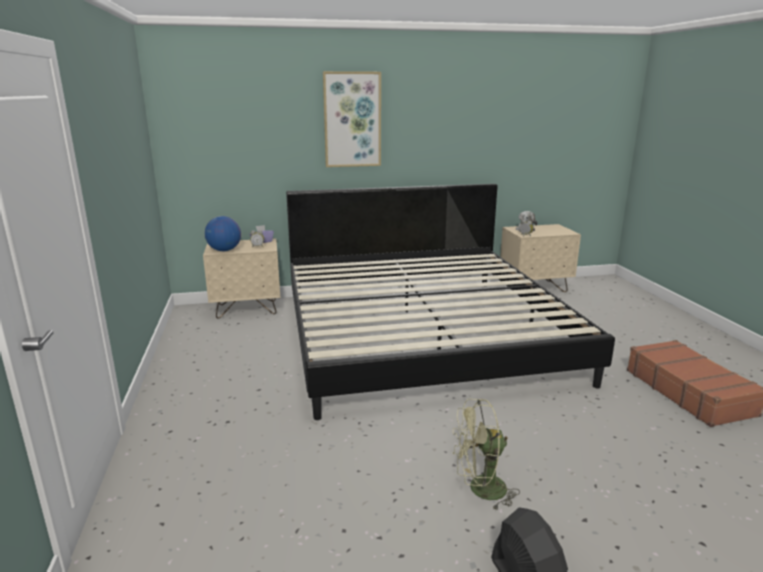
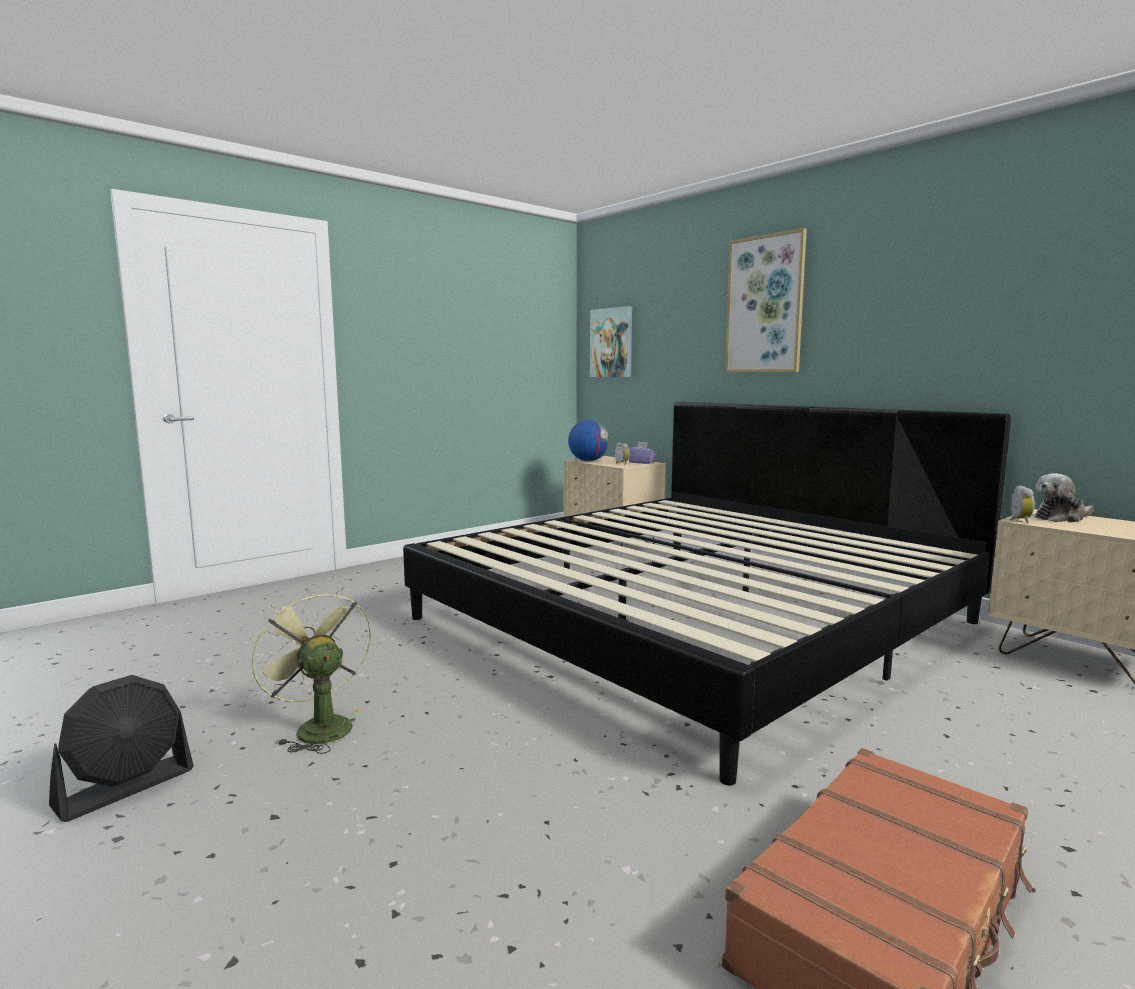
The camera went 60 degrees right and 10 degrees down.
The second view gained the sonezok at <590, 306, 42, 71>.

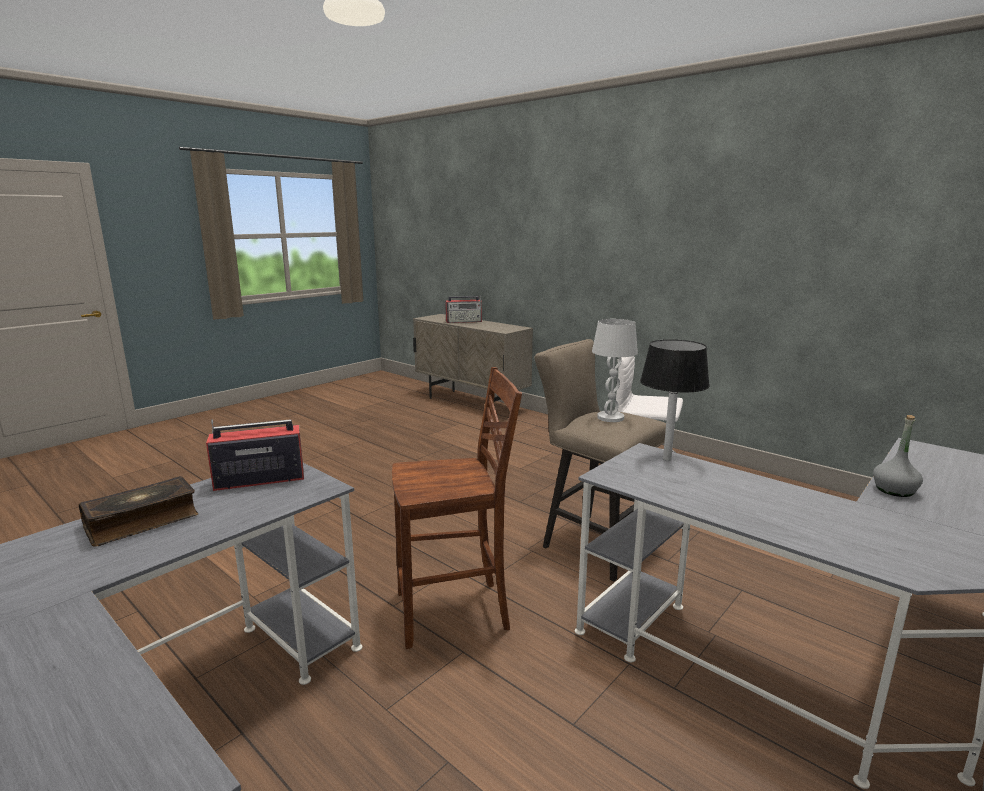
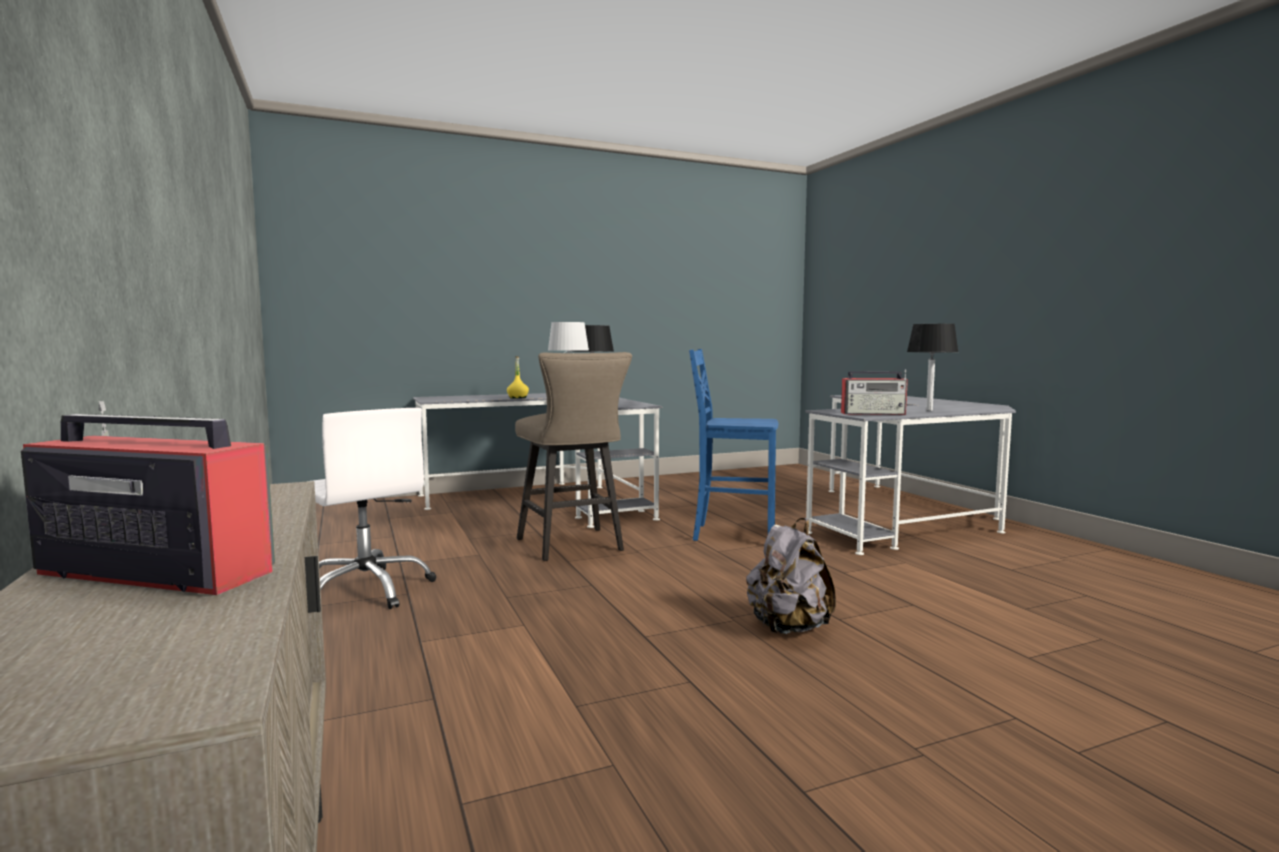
The camera went 155 degrees left and 10 degrees down.
What was the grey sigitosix at <873, 415, 50, 82> turned into the yellow sigitosix at <507, 356, 22, 43>.
What was the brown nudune at <392, 367, 130, 282> turned into the blue nudune at <689, 349, 89, 192>.
The second view gained the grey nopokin at <746, 518, 90, 116>.
Where the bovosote stood at <79, 476, 120, 71>, the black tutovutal came to stand at <907, 324, 51, 87>.

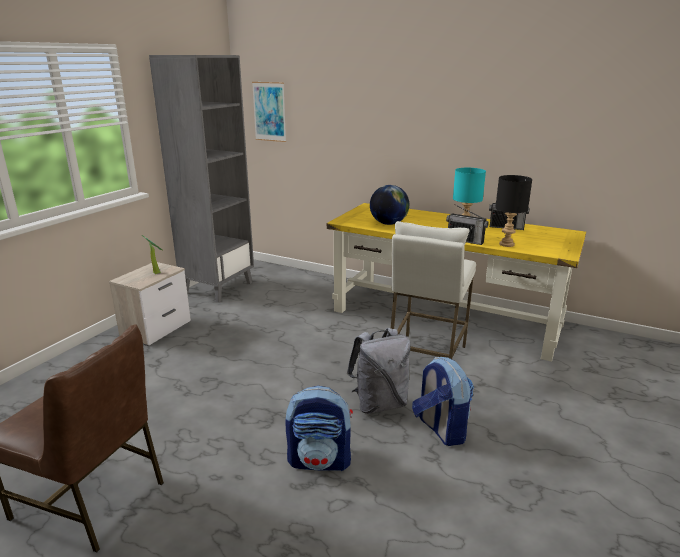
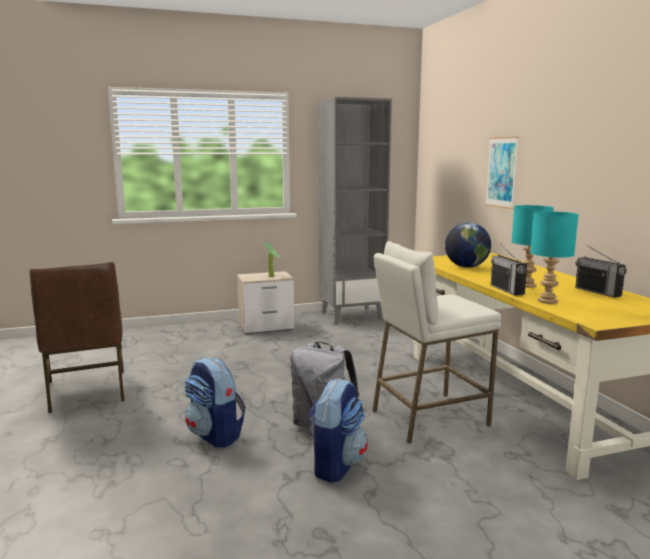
The camera went 45 degrees right and 10 degrees down.
The sonezok ended up elsewhere, having gone from <252, 82, 34, 60> to <485, 137, 34, 72>.
What was the black tutovutal at <495, 175, 37, 72> turned into the turquoise tutovutal at <530, 211, 49, 93>.

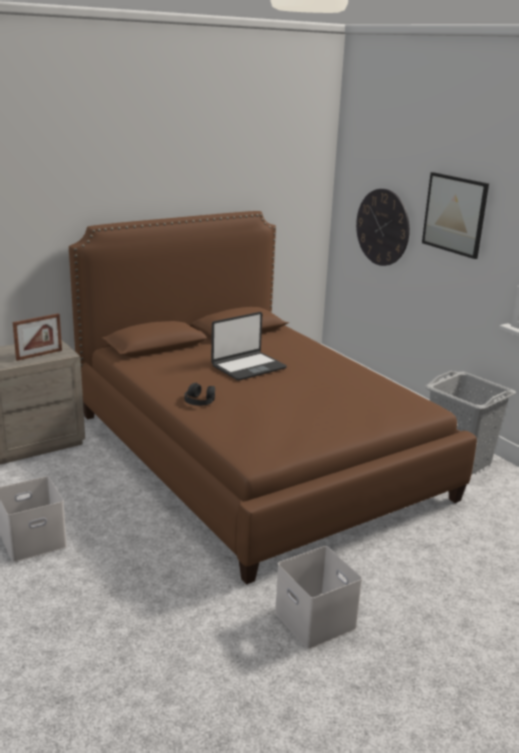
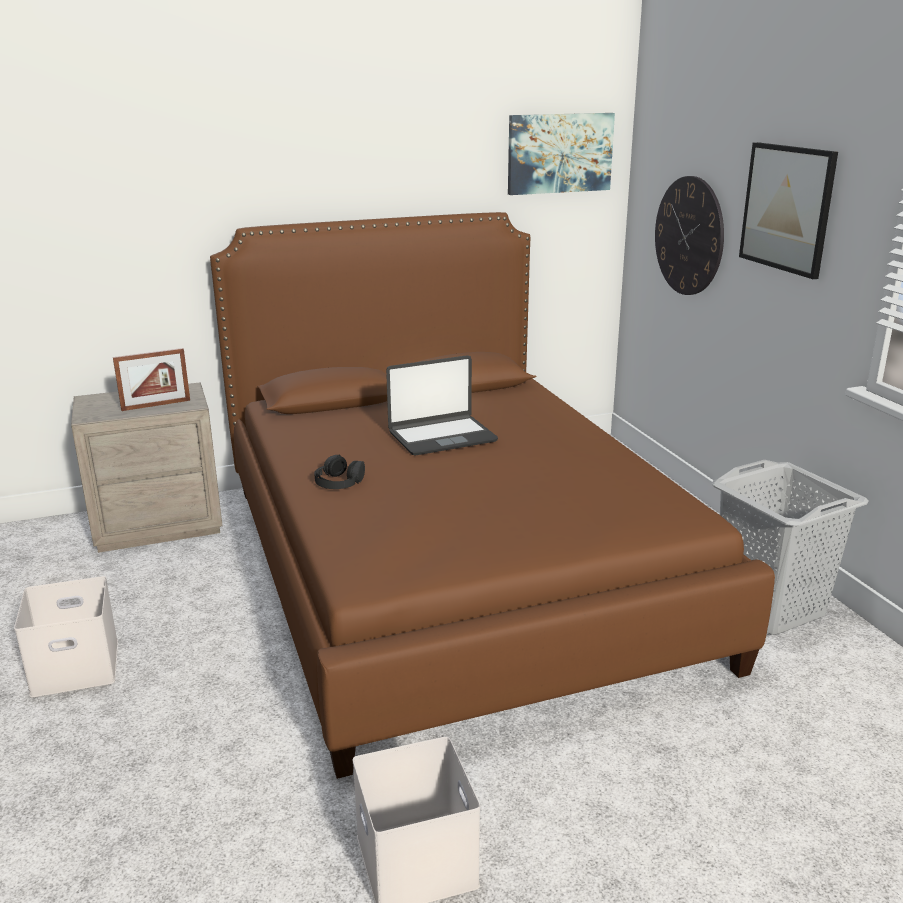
The camera went 15 degrees right and 0 degrees up.
The second view gained the sonezok at <508, 113, 107, 82>.

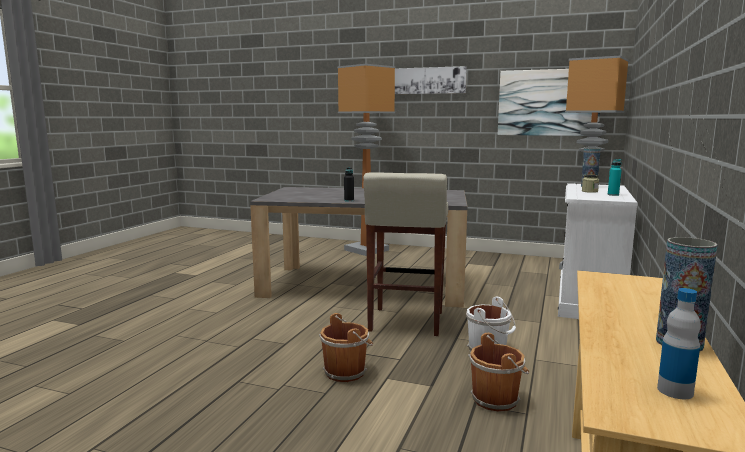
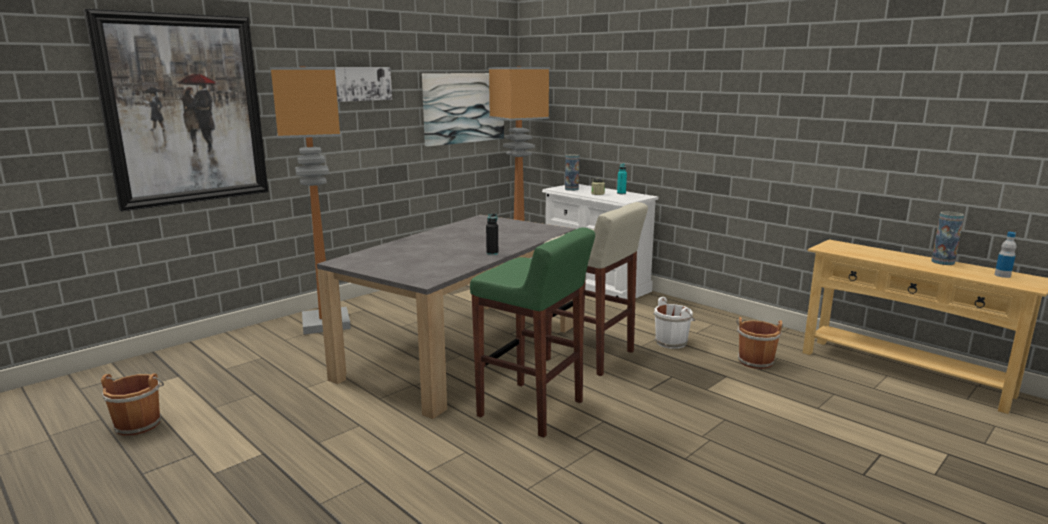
The camera went 65 degrees left and 5 degrees up.
The second view gained the sonezok at <83, 9, 185, 202>.
The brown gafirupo ended up elsewhere, having gone from <319, 313, 54, 69> to <101, 374, 63, 62>.
The second view gained the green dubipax at <470, 227, 125, 210>.

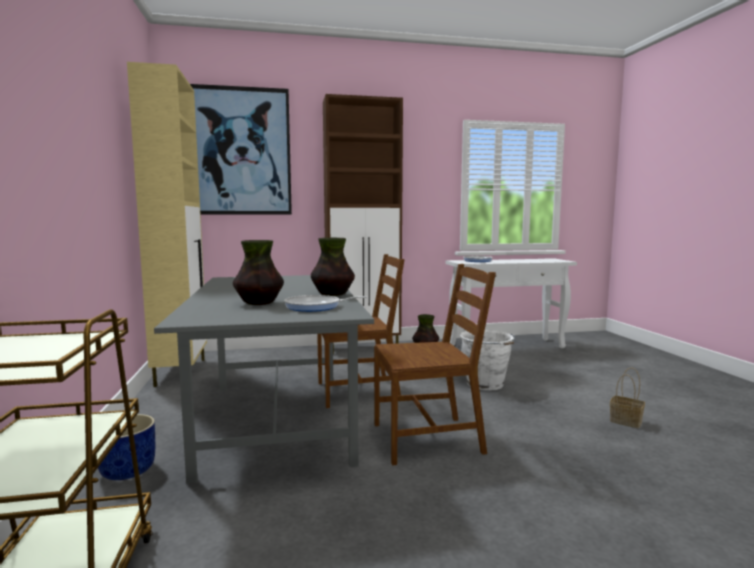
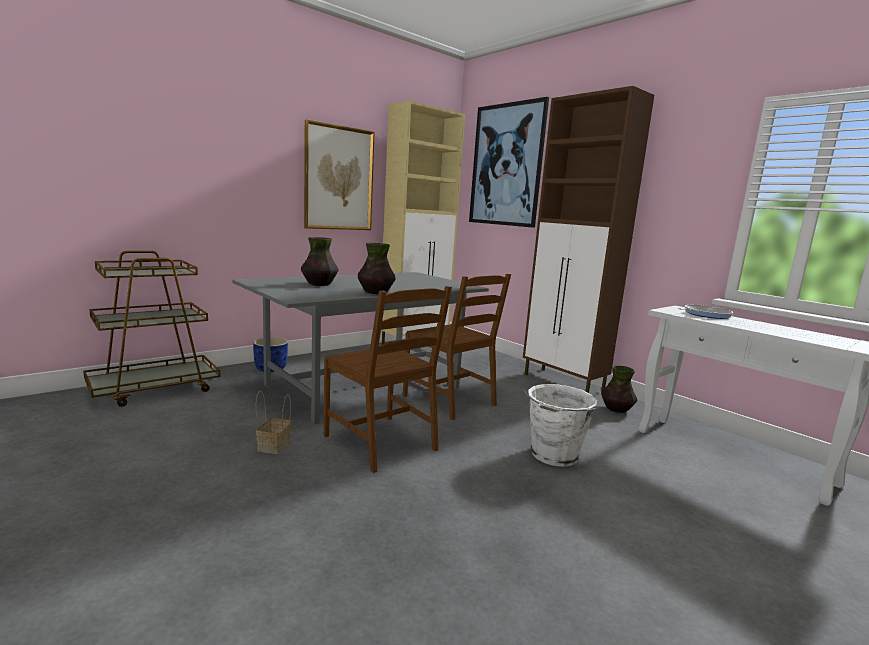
The camera went 60 degrees right and 5 degrees up.
The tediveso ended up elsewhere, having gone from <610, 367, 35, 61> to <256, 391, 36, 63>.
The second view gained the sonezok at <304, 120, 71, 110>.
The second view lost the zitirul at <284, 295, 83, 17>.

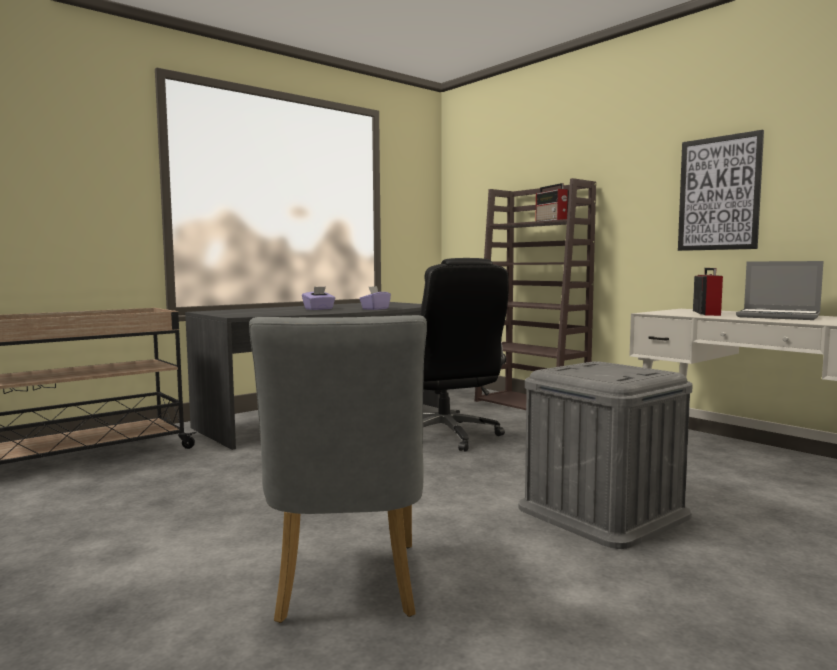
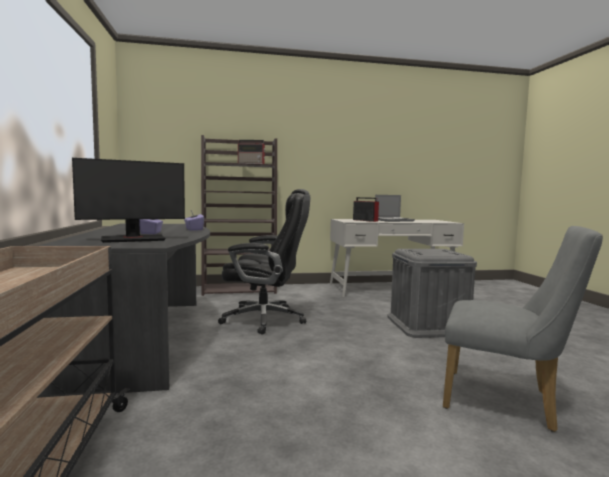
The camera went 60 degrees left and 0 degrees up.
The second view gained the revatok at <72, 158, 113, 85>.
The second view lost the sonezok at <678, 130, 86, 121>.

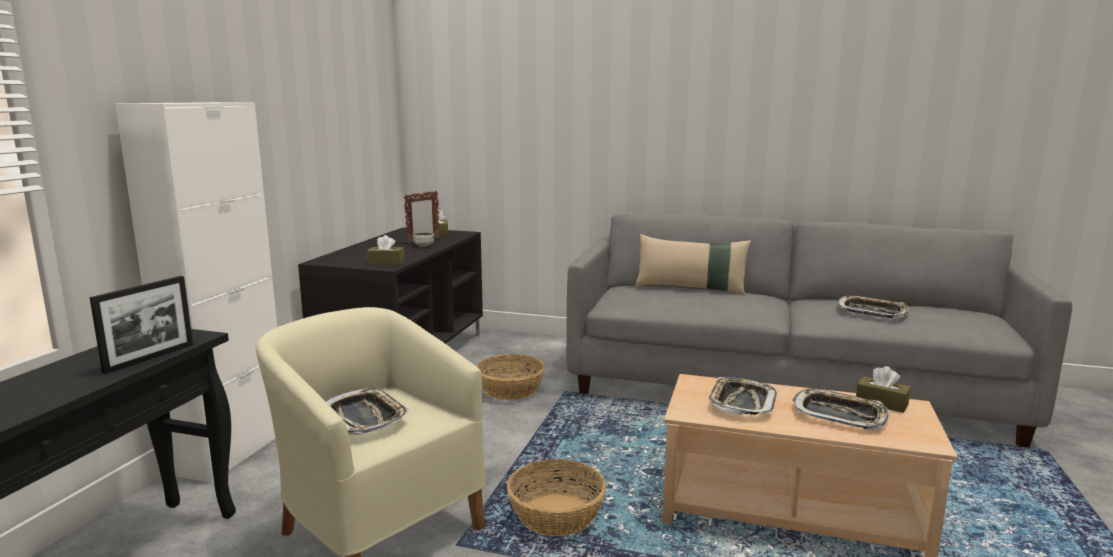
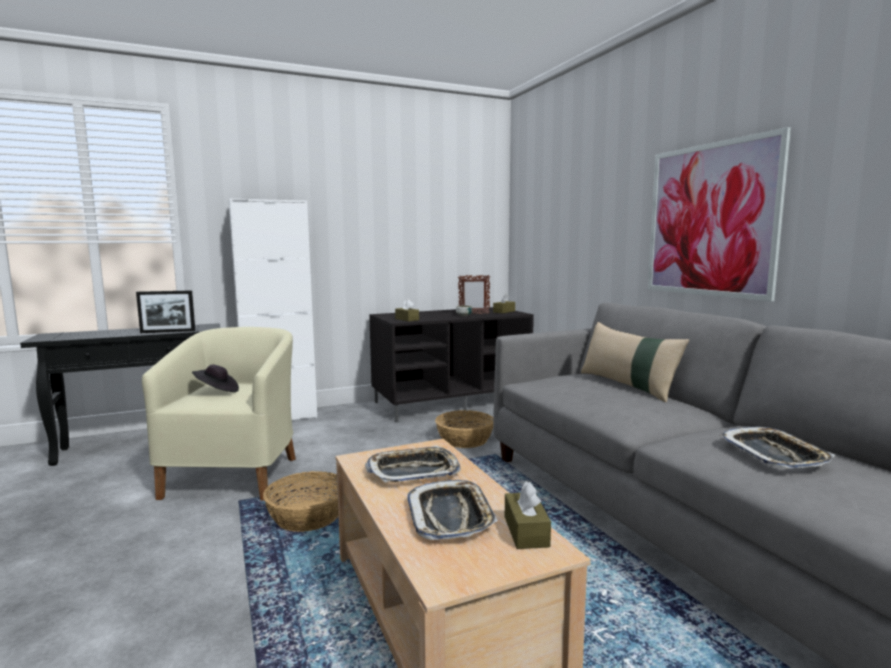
The camera went 50 degrees right and 5 degrees down.
Where the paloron stood at <326, 388, 83, 47>, the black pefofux came to stand at <192, 365, 47, 27>.
The second view gained the sonezok at <648, 127, 143, 174>.

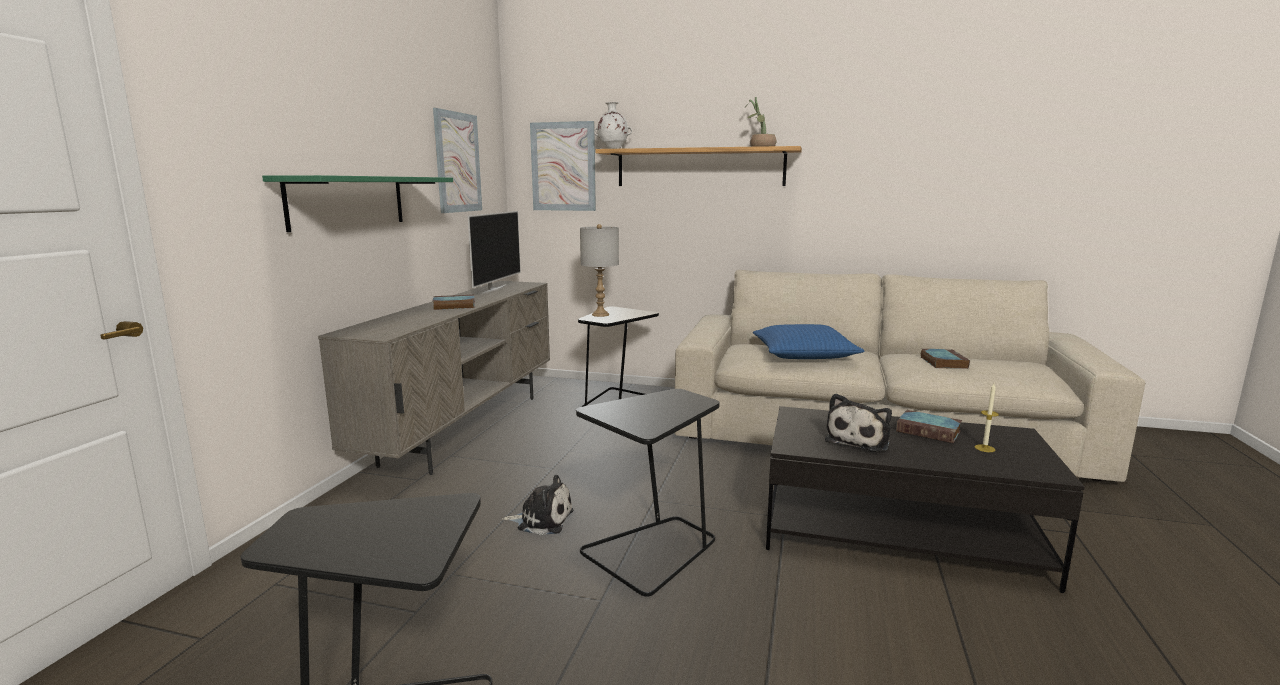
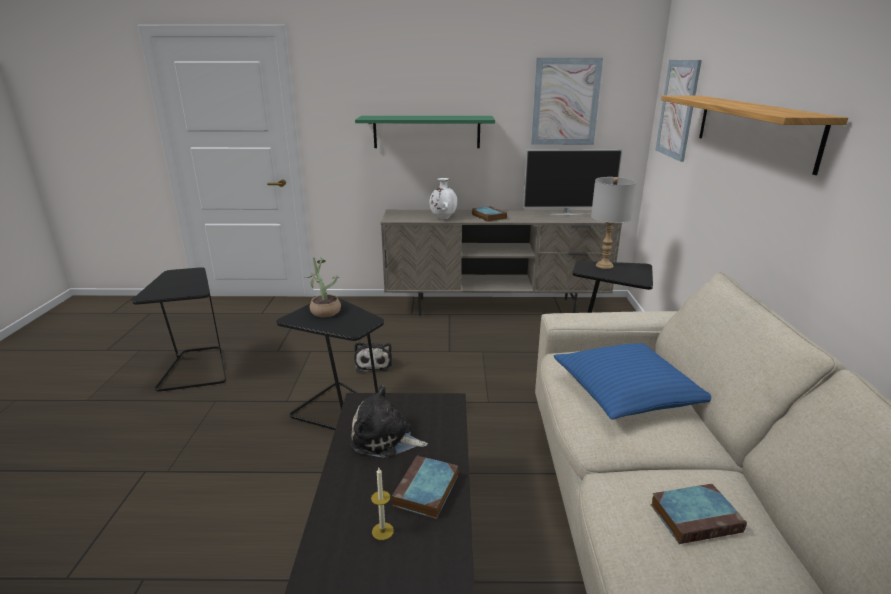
The camera went 75 degrees right and 10 degrees up.
The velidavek ended up elsewhere, having gone from <745, 97, 31, 50> to <307, 257, 34, 60>.
The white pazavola ended up elsewhere, having gone from <594, 102, 38, 47> to <429, 178, 28, 41>.

